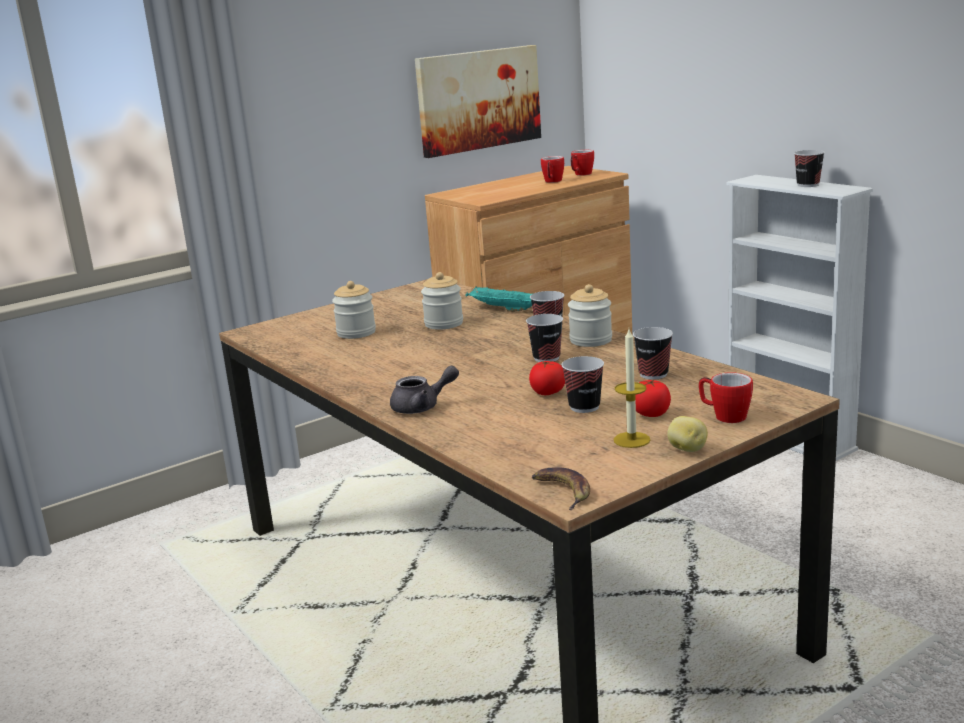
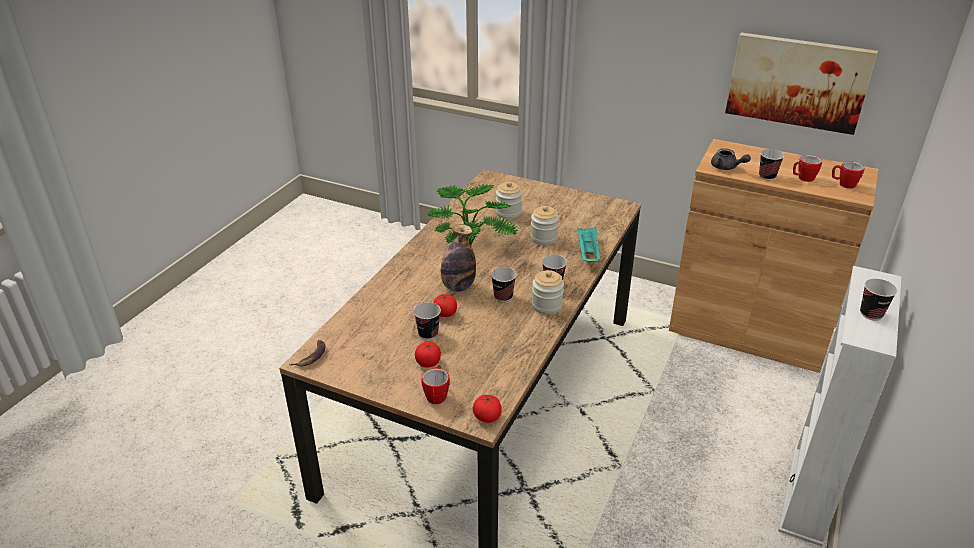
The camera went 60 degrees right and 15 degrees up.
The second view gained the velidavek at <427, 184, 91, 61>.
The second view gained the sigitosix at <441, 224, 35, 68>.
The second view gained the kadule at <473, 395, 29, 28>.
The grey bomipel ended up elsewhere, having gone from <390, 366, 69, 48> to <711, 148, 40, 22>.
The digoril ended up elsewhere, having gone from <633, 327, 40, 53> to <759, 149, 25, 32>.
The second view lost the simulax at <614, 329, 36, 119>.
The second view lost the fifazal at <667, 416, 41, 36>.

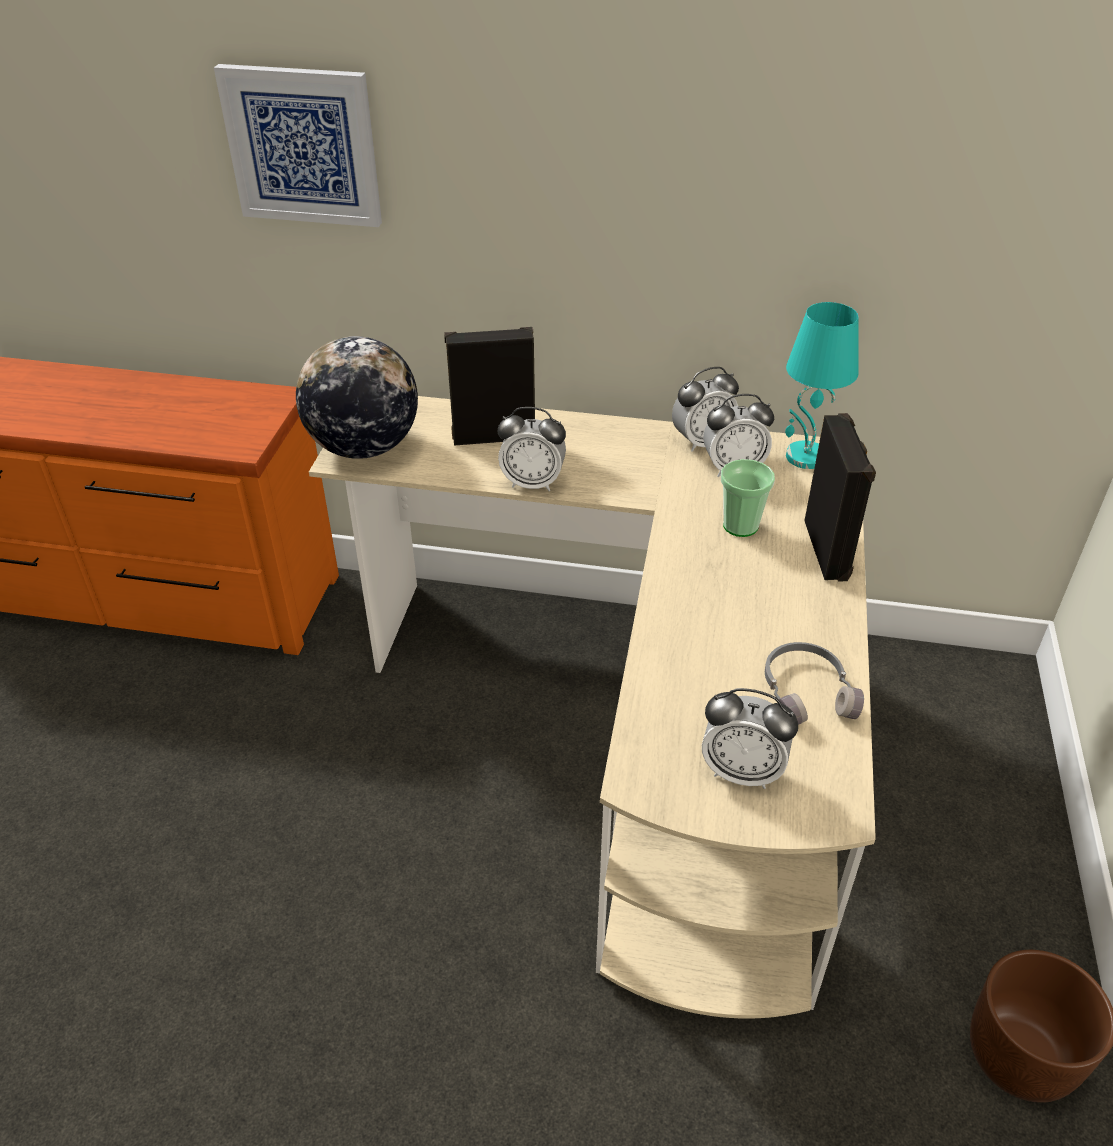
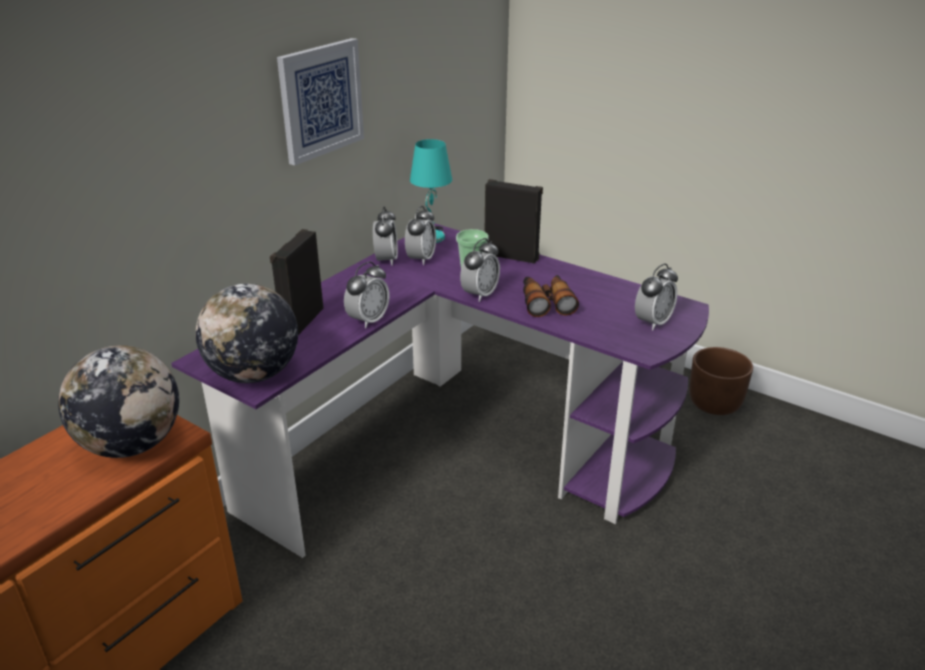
The camera went 65 degrees left and 10 degrees down.
The second view gained the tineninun at <58, 345, 121, 113>.
What was the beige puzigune at <309, 396, 567, 623> turned into the purple puzigune at <171, 223, 538, 335>.
The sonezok ended up elsewhere, having gone from <214, 64, 168, 163> to <277, 38, 87, 128>.
The second view gained the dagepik at <460, 238, 40, 64>.
The second view gained the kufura at <523, 275, 56, 42>.
The second view lost the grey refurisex at <765, 642, 99, 83>.

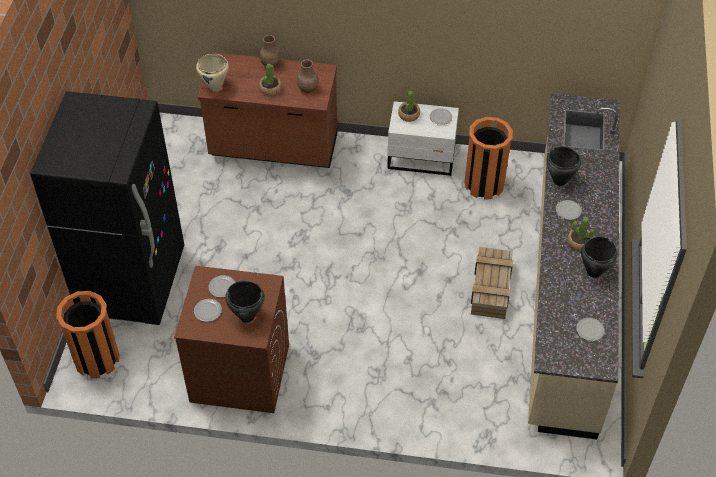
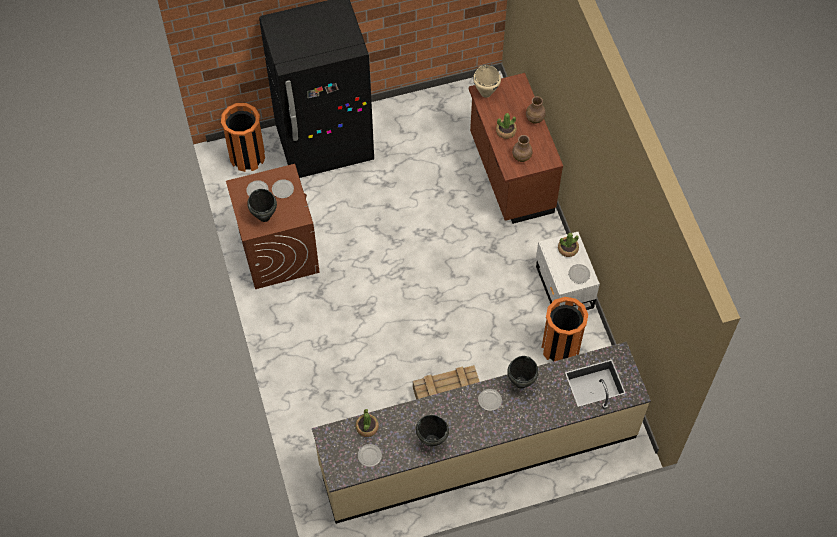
The camera went 65 degrees right and 10 degrees up.
The velidavek ended up elsewhere, having gone from <567, 218, 27, 33> to <356, 409, 23, 28>.

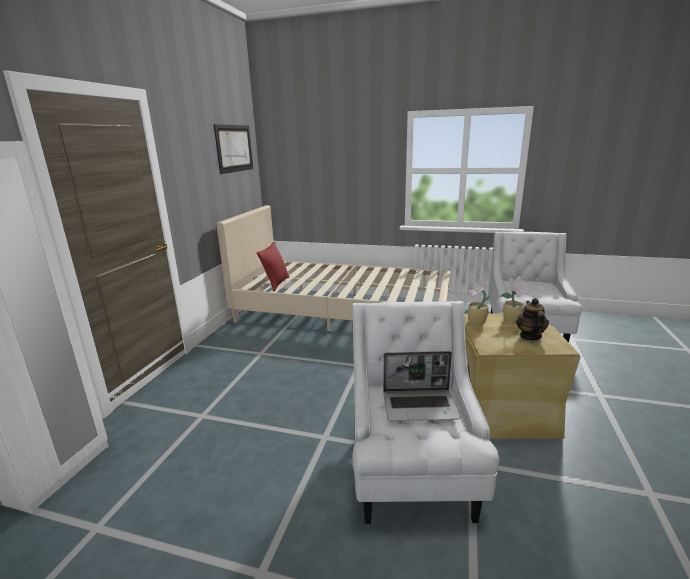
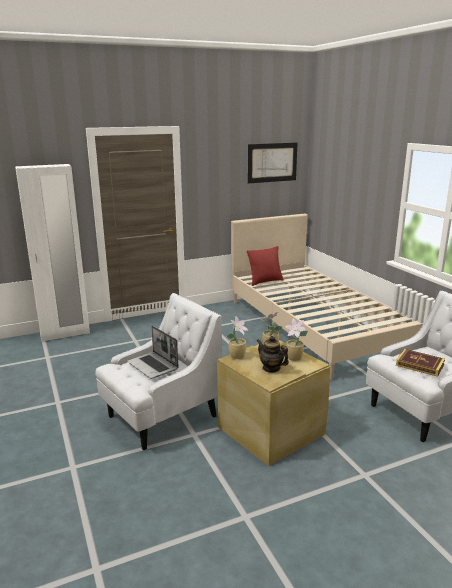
The camera went 50 degrees right and 0 degrees up.
The second view gained the velidavek at <227, 316, 21, 43>.
The bomipel at <516, 298, 33, 42> ended up facing another way, 105 degrees counterclockwise from before.
The second view gained the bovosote at <396, 349, 49, 28>.

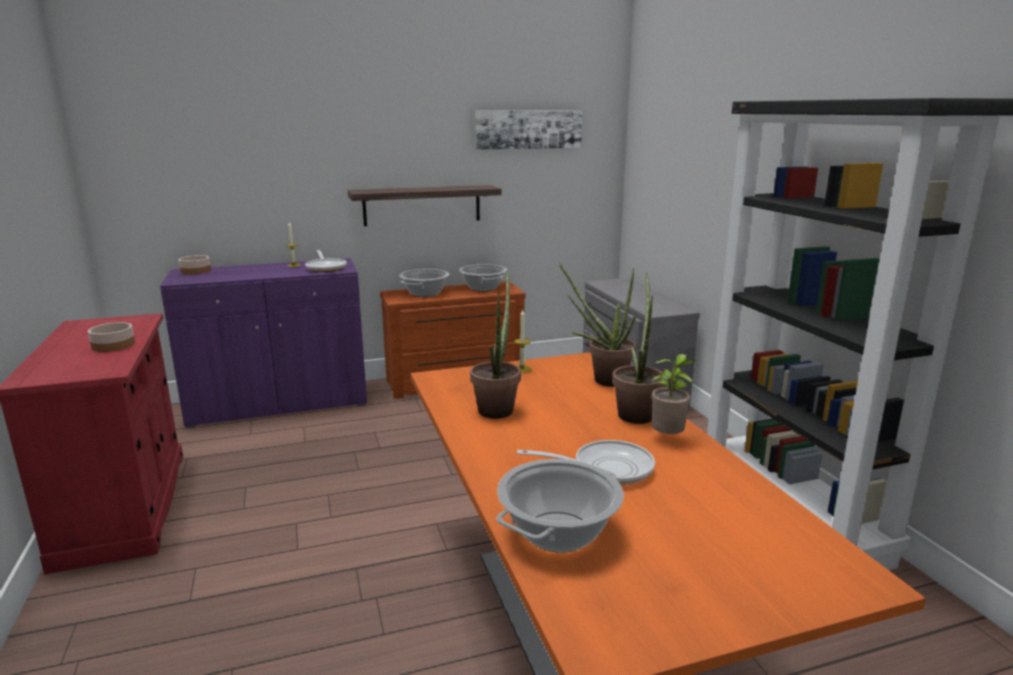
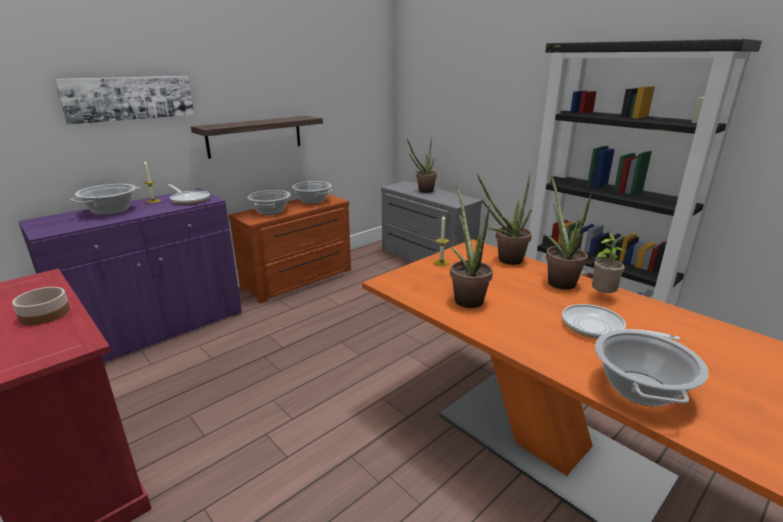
The camera went 25 degrees left and 5 degrees up.
The sonezok ended up elsewhere, having gone from <475, 110, 107, 40> to <54, 76, 140, 49>.
The second view gained the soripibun at <70, 184, 70, 31>.
The second view gained the velidavek at <407, 136, 30, 57>.
The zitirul at <517, 440, 138, 45> ended up facing another way, 120 degrees counterclockwise from before.
The second view lost the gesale at <179, 255, 32, 20>.

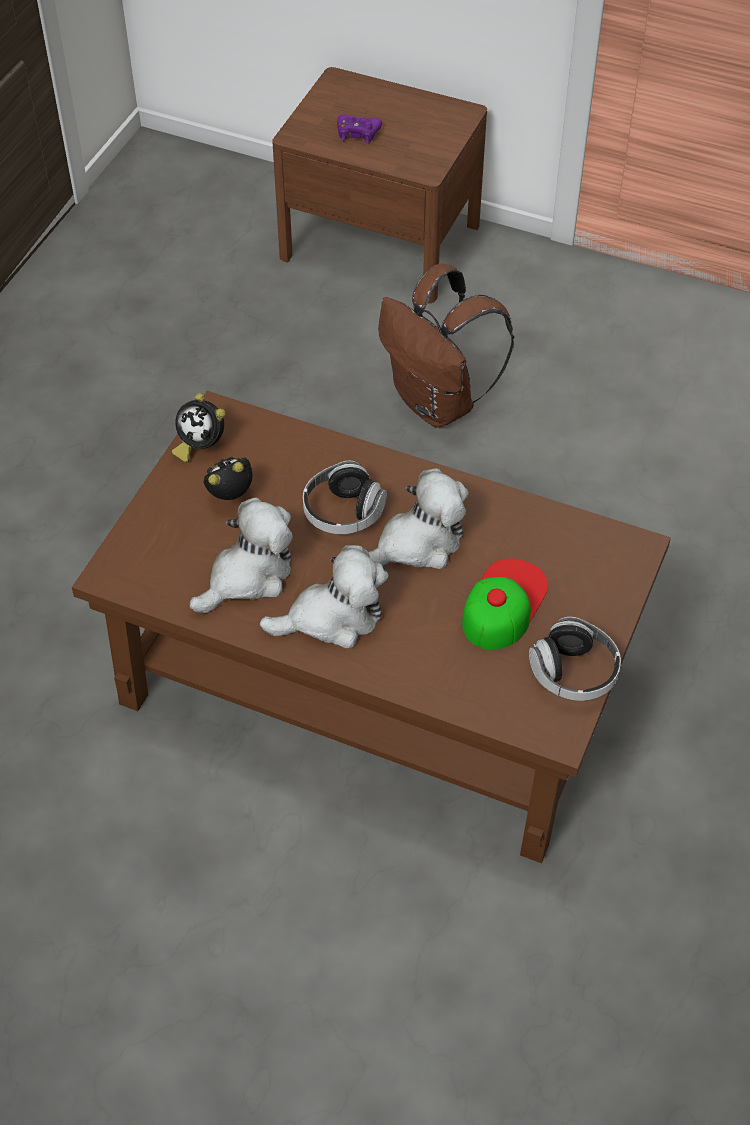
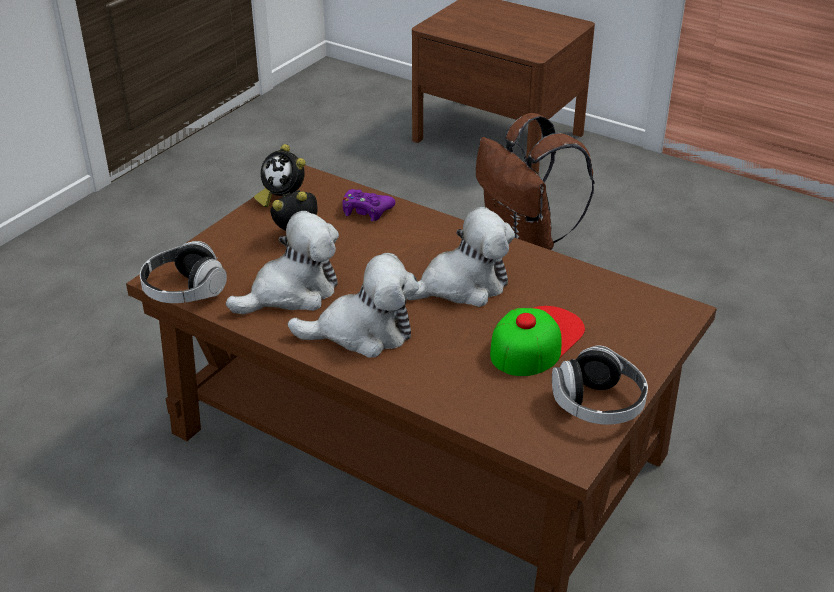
The camera went 10 degrees right and 15 degrees down.
The refurisex ended up elsewhere, having gone from <303, 461, 84, 73> to <140, 241, 87, 62>.
The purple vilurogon ended up elsewhere, having gone from <337, 114, 45, 29> to <343, 189, 52, 32>.

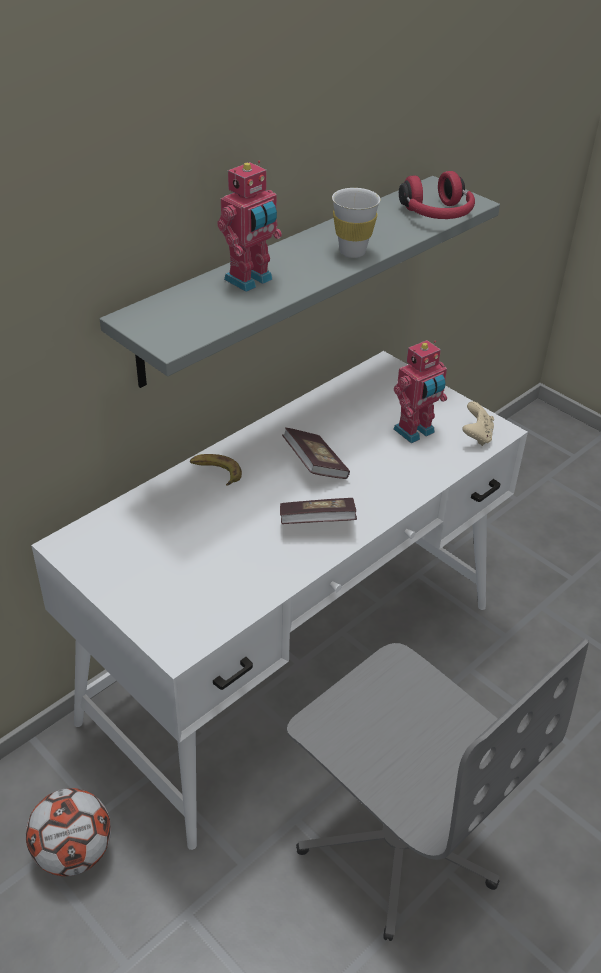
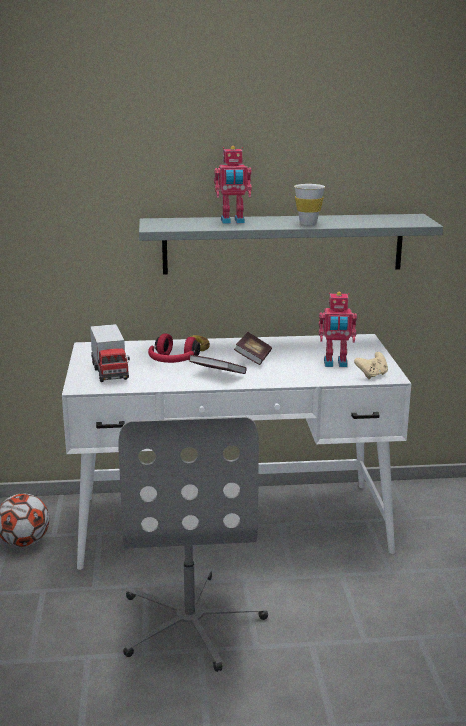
The camera went 40 degrees right and 20 degrees down.
The second view gained the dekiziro at <90, 324, 40, 58>.
The red refurisex ended up elsewhere, having gone from <399, 171, 76, 48> to <148, 334, 52, 29>.

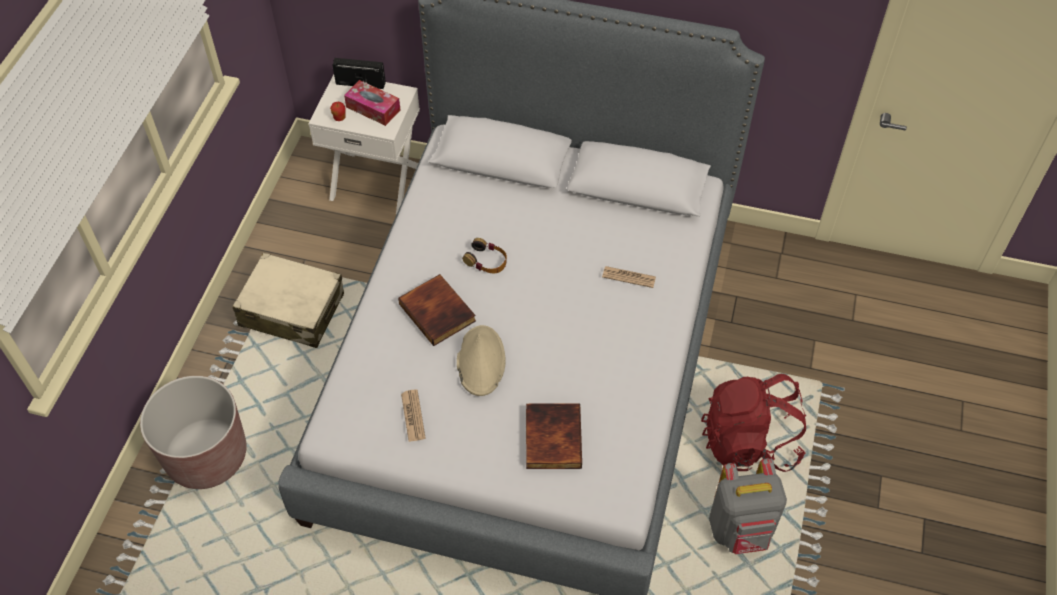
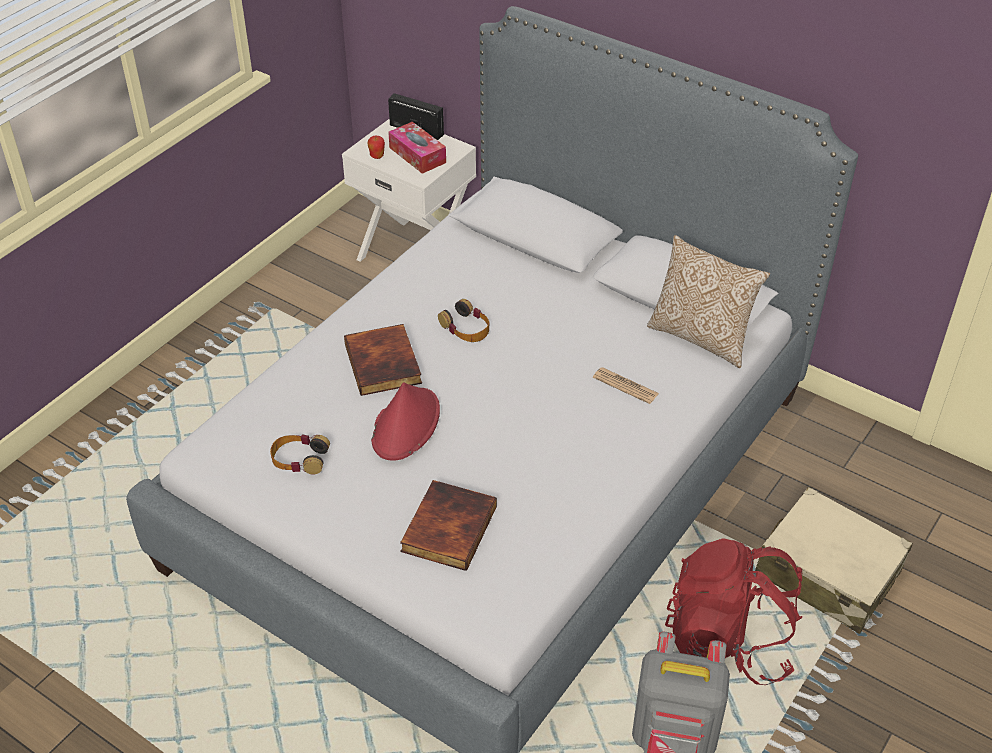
The camera went 20 degrees right and 10 degrees down.
Where the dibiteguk stood at <401, 390, 25, 52>, the refurisex came to stand at <270, 434, 60, 40>.
What was the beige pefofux at <457, 325, 49, 71> turned into the red pefofux at <371, 382, 69, 78>.
The second view gained the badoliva at <647, 235, 123, 133>.
The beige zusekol ended up elsewhere, having gone from <233, 252, 111, 96> to <755, 487, 158, 147>.
The second view lost the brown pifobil at <140, 376, 107, 113>.

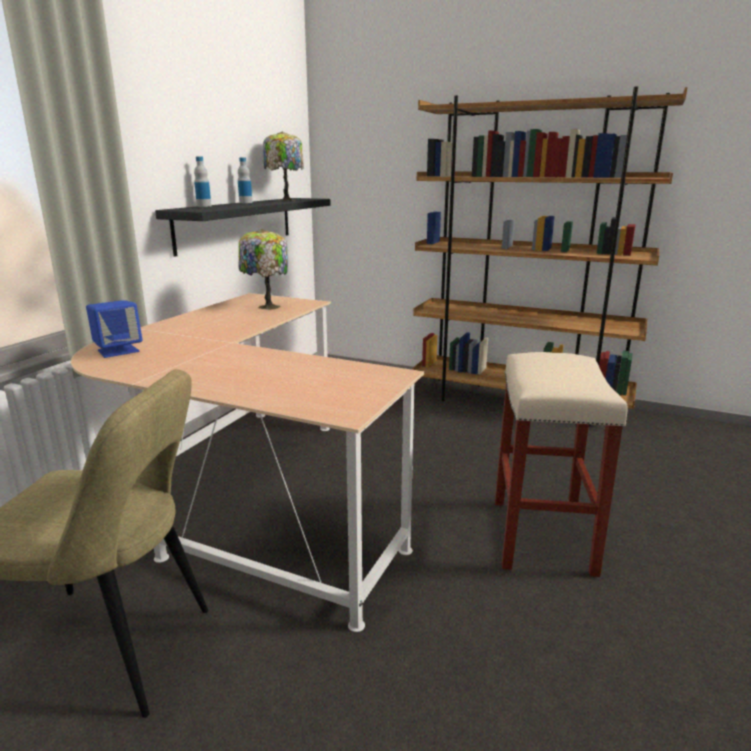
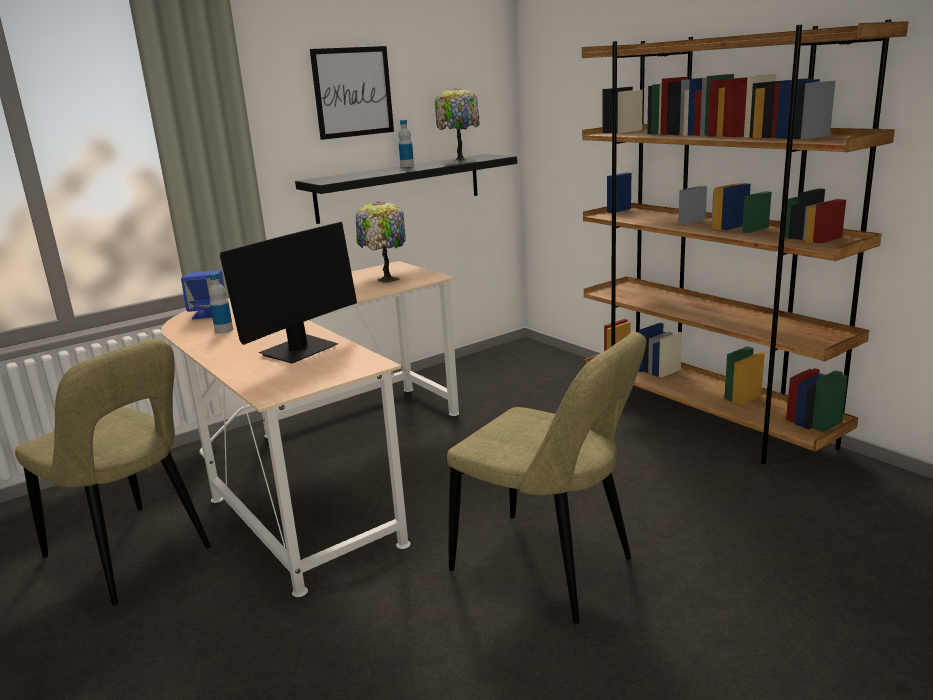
The camera went 30 degrees right and 0 degrees up.
The sigitosix ended up elsewhere, having gone from <194, 157, 17, 50> to <209, 273, 24, 61>.
The second view gained the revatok at <220, 222, 137, 142>.
The second view gained the sonezok at <310, 46, 84, 94>.
Where the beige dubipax stood at <495, 352, 132, 225>, the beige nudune came to stand at <447, 332, 199, 292>.

